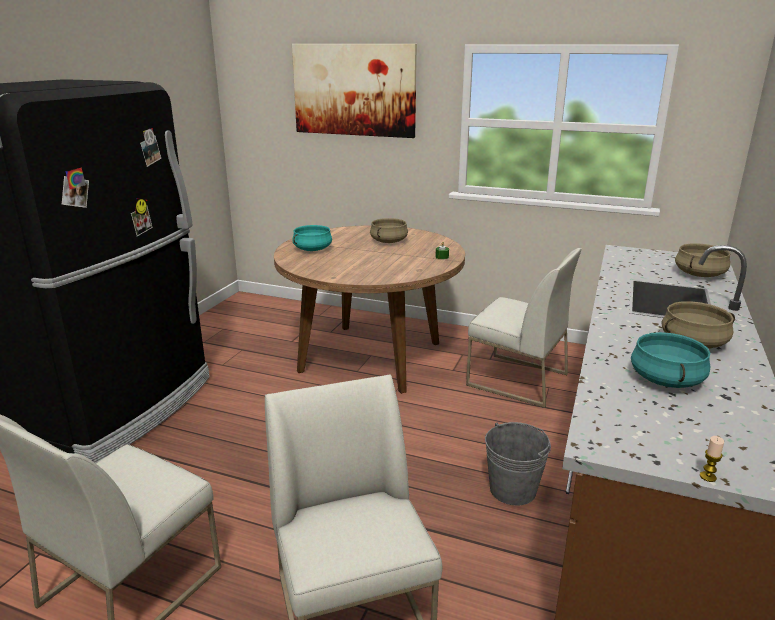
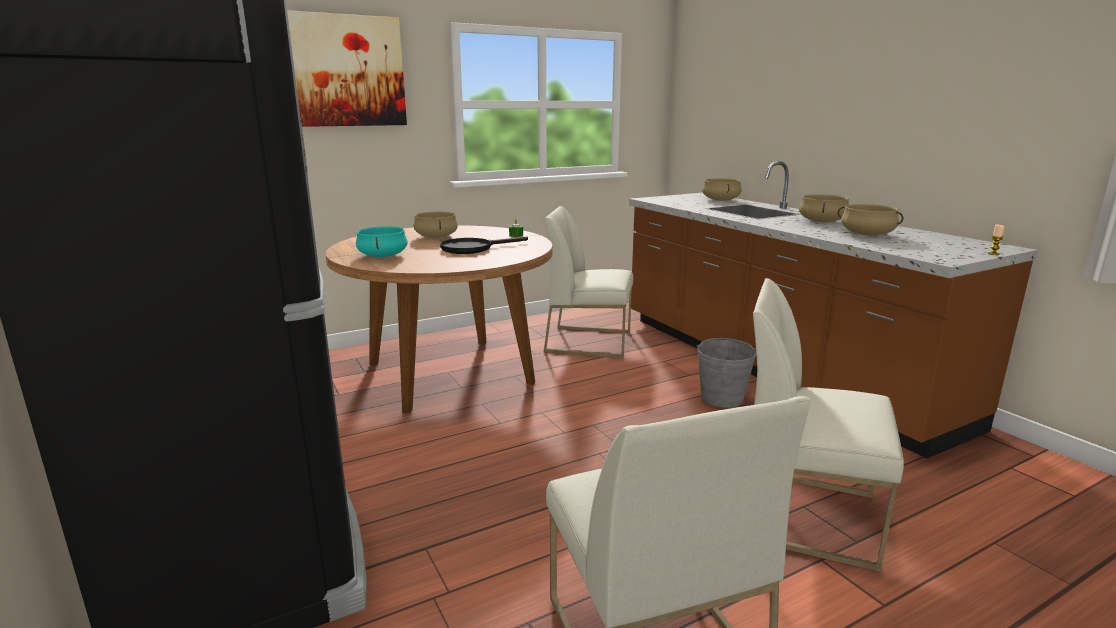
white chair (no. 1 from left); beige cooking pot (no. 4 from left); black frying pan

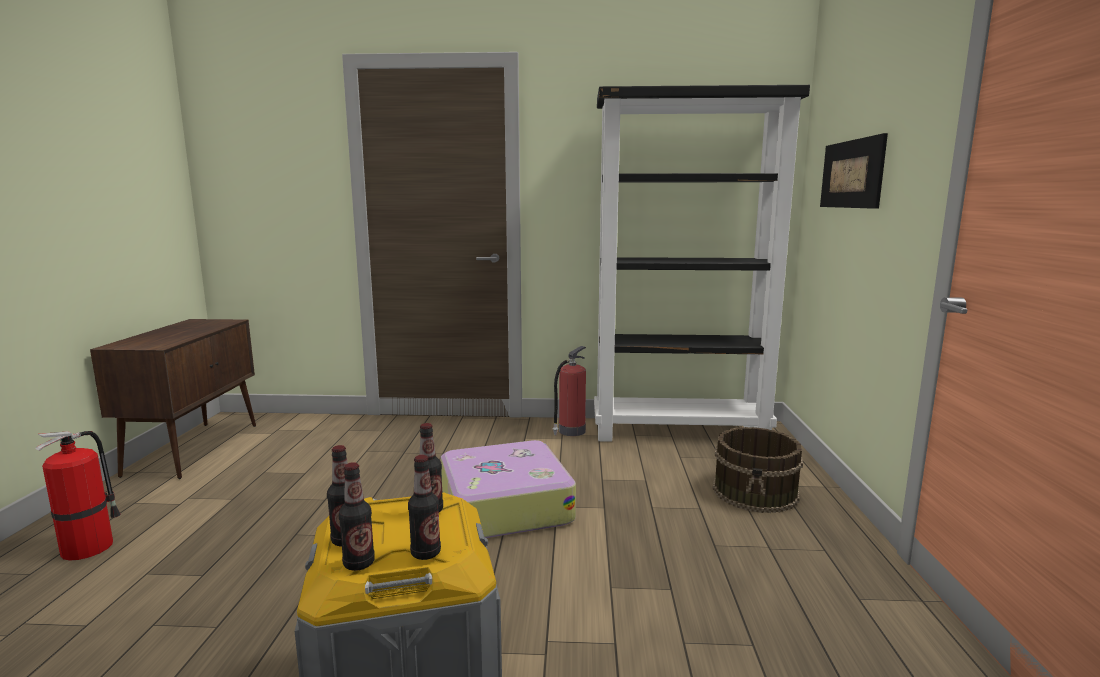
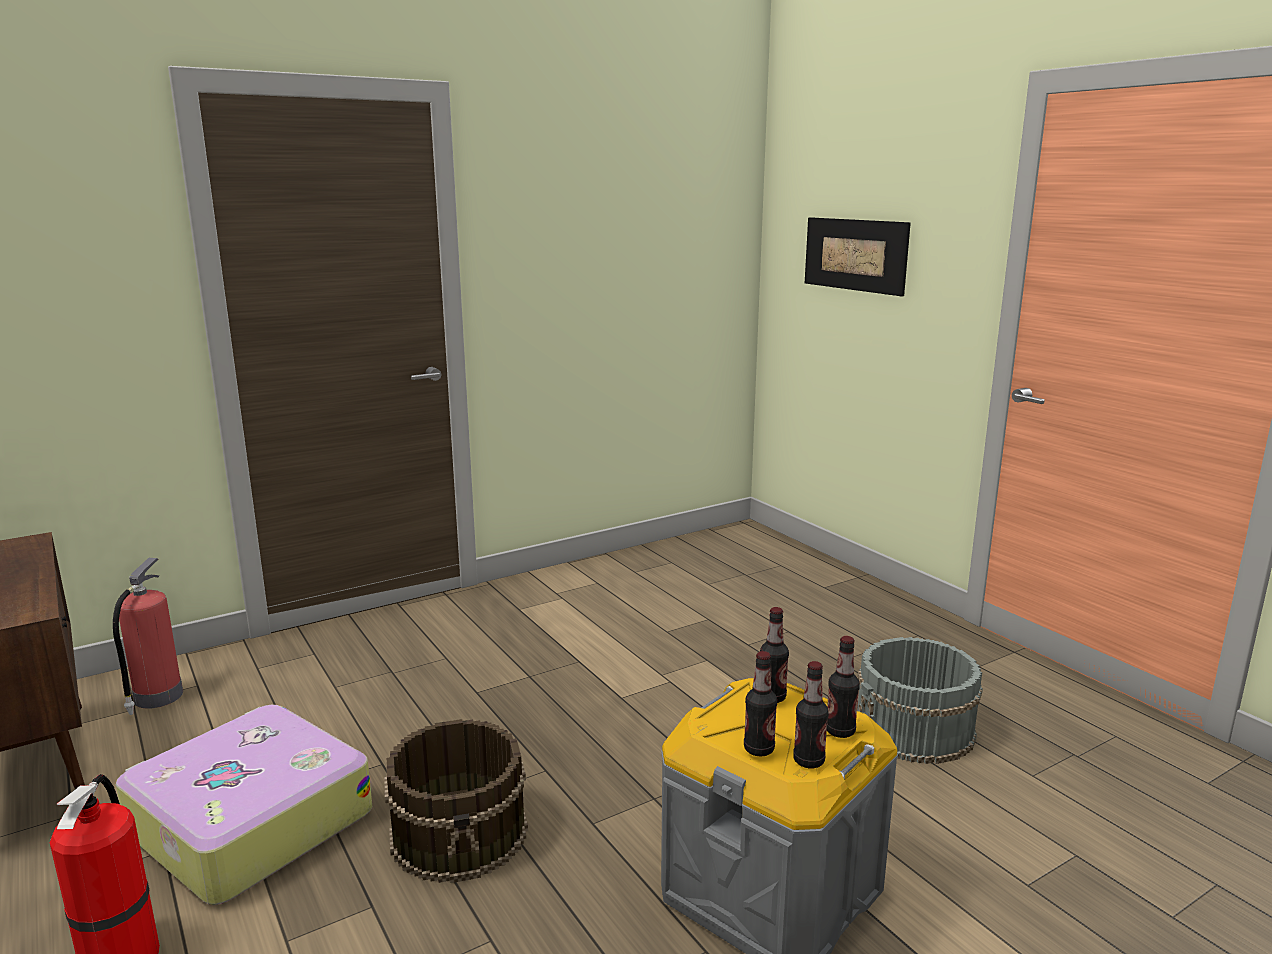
suitcase; fire extinguisher (no. 2 from left); black bookcase; brown bucket; grey bucket

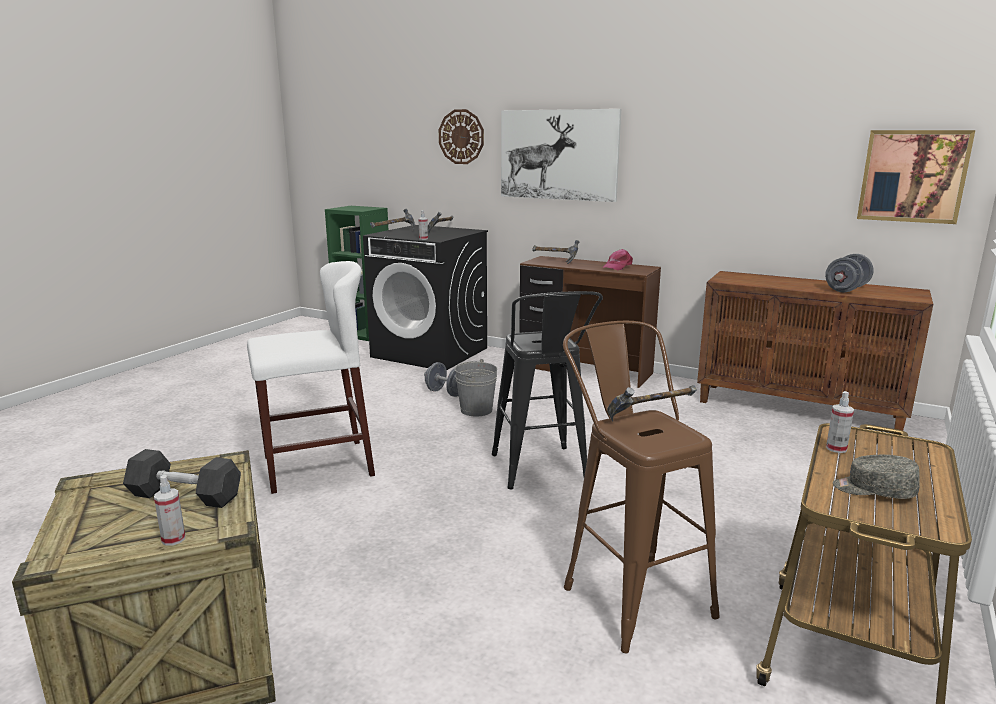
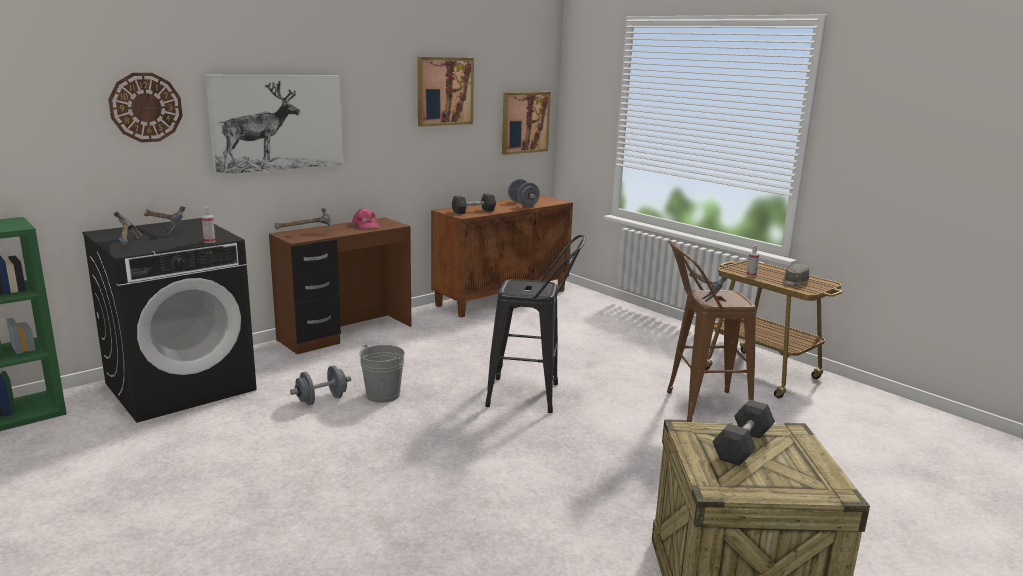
spray bottle (no. 1 from left in the first image); white stool; picture (no. 2 from left); grey dumbbell (no. 2 from left)

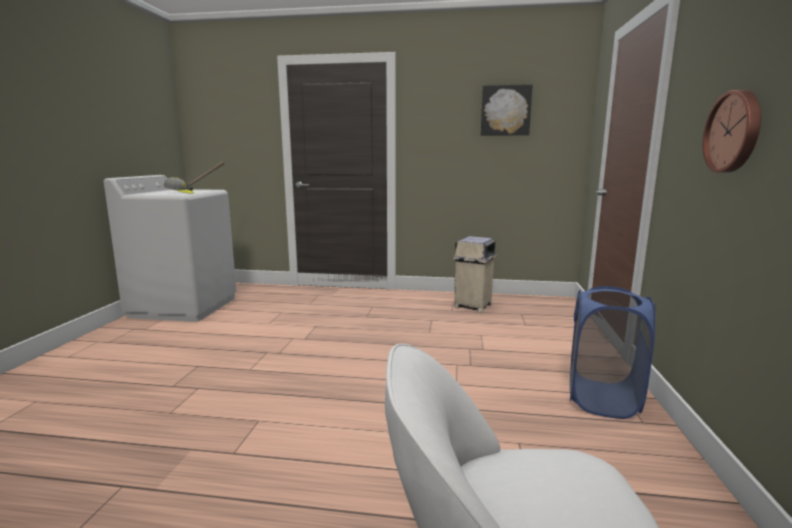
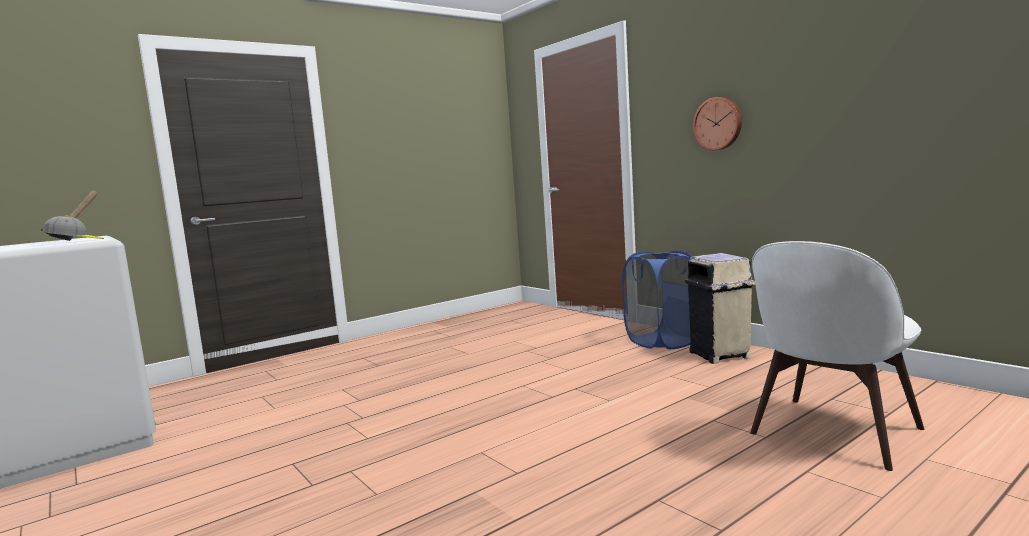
beige trash can; picture

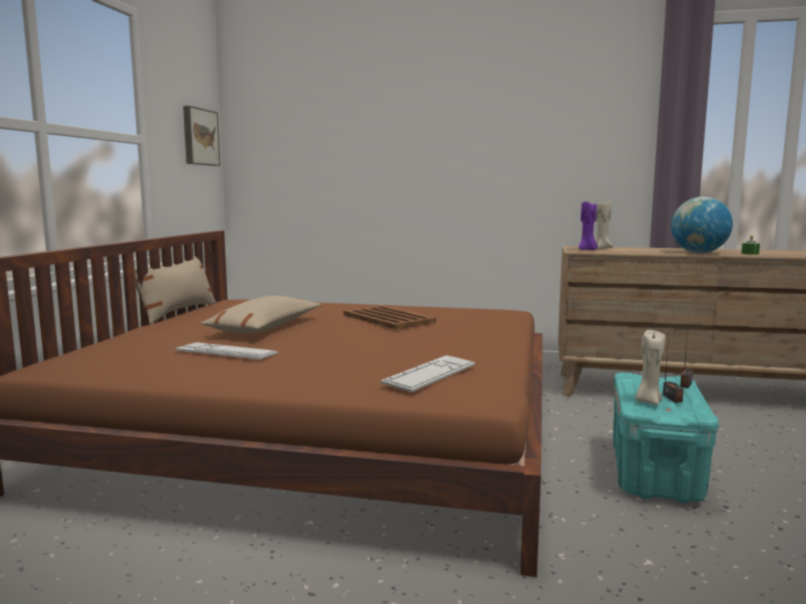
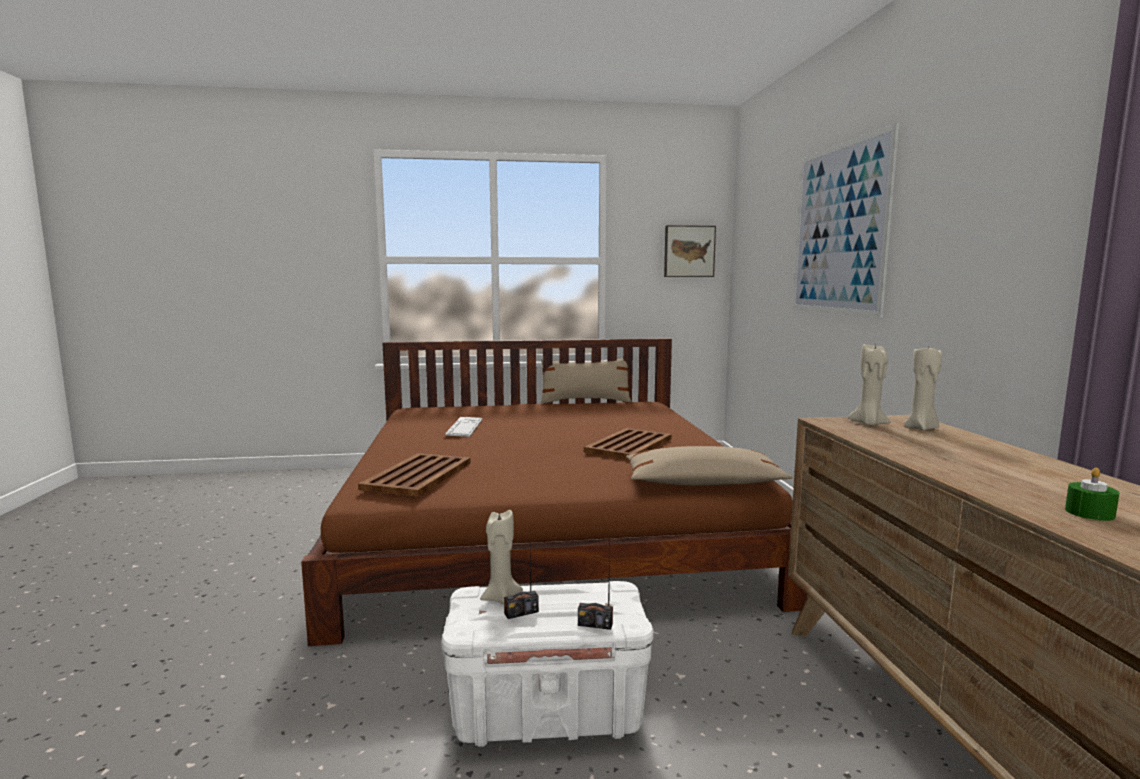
beige pillow (no. 2 from left); brown tray (no. 1 from left); beige candle (no. 2 from left); white storage box; globe; picture (no. 2 from left)

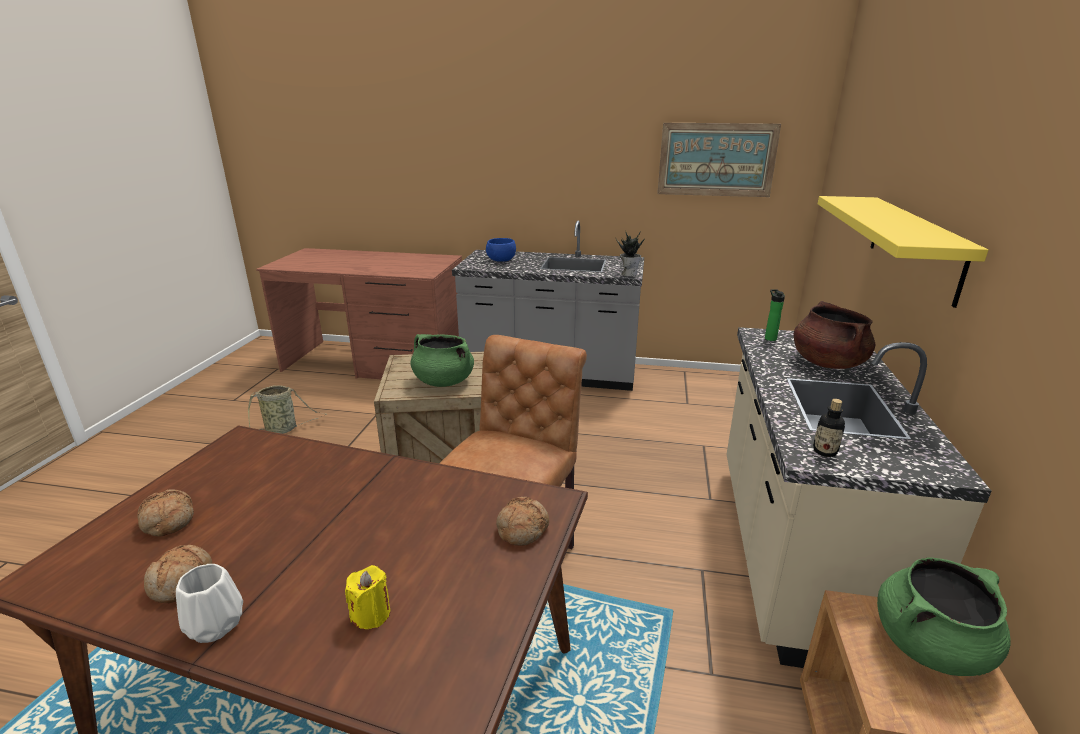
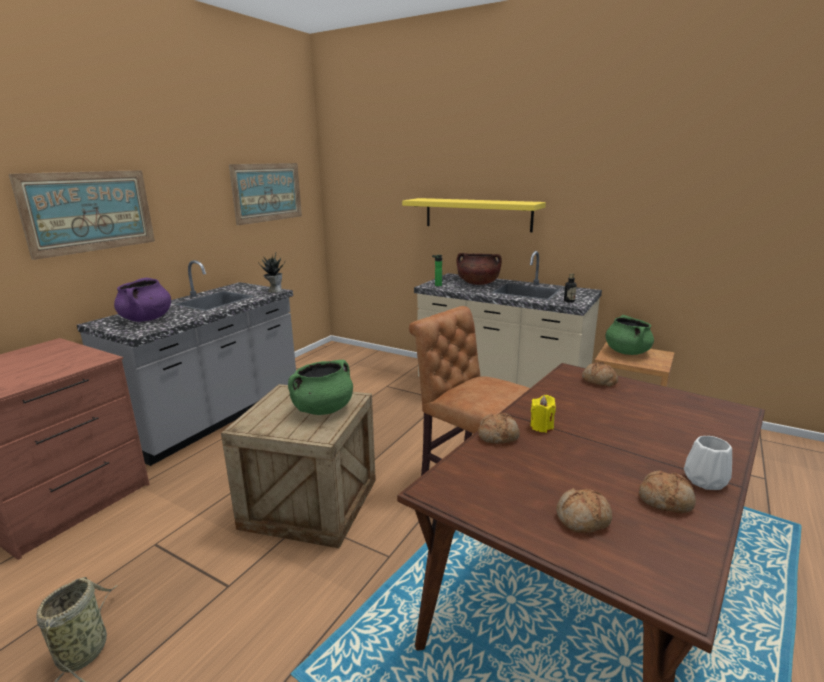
yellow candle; purple cooking pot; picture (no. 1 from left); bread (no. 1 from left)

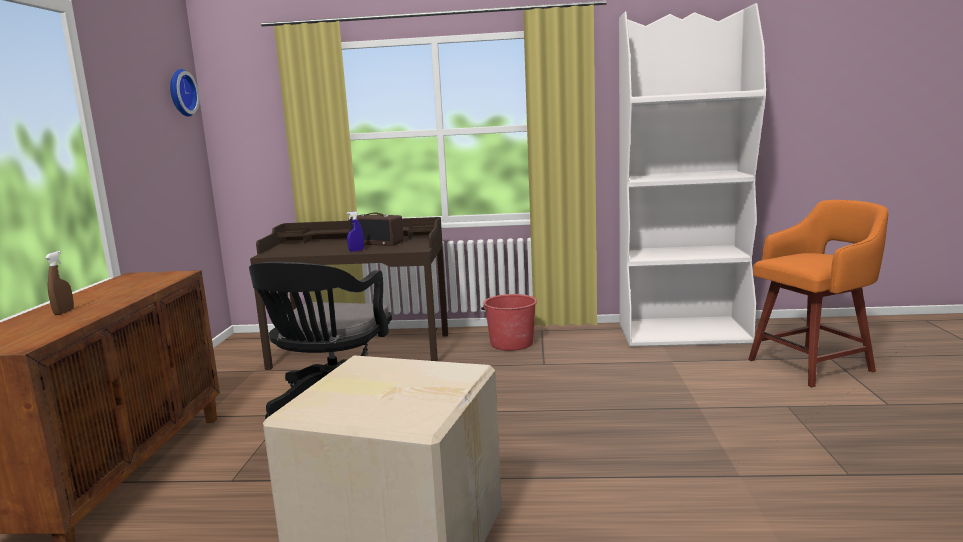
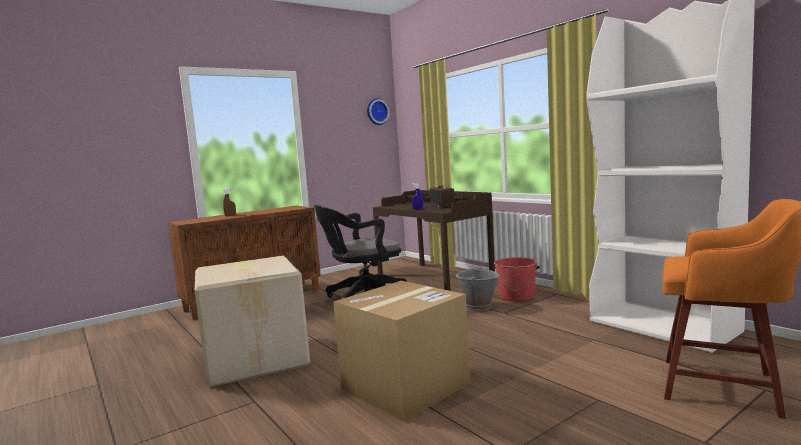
cardboard box (no. 2 from left); grey bucket

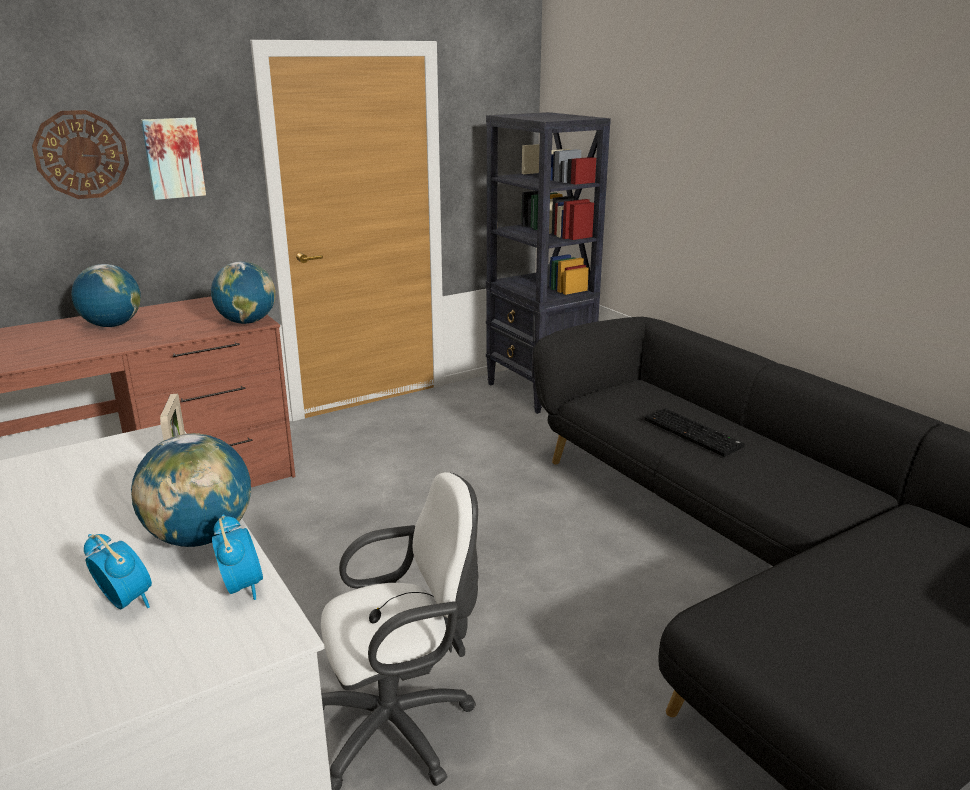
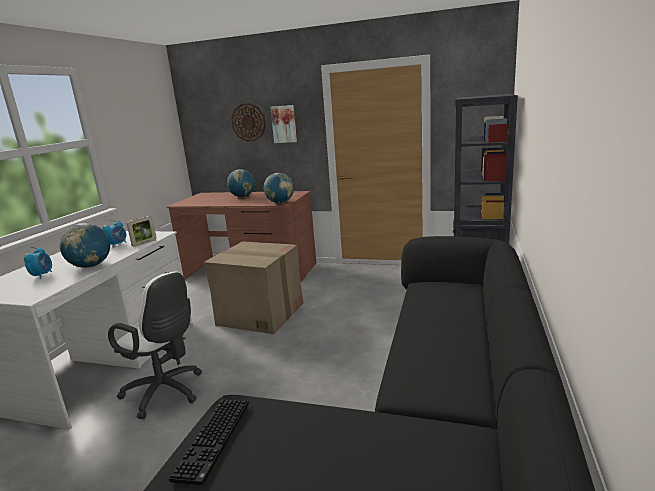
alarm clock (no. 2 from left); keyboard; cardboard box

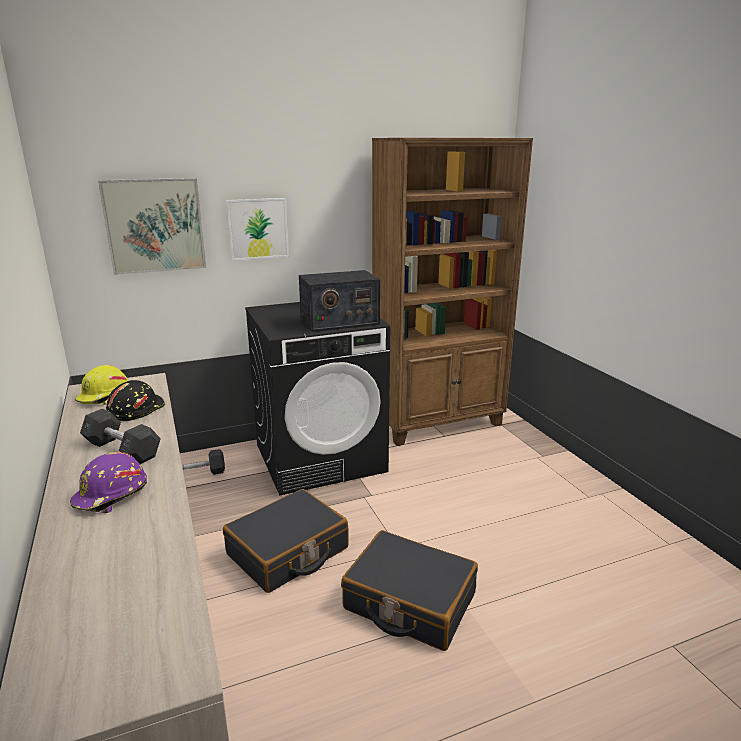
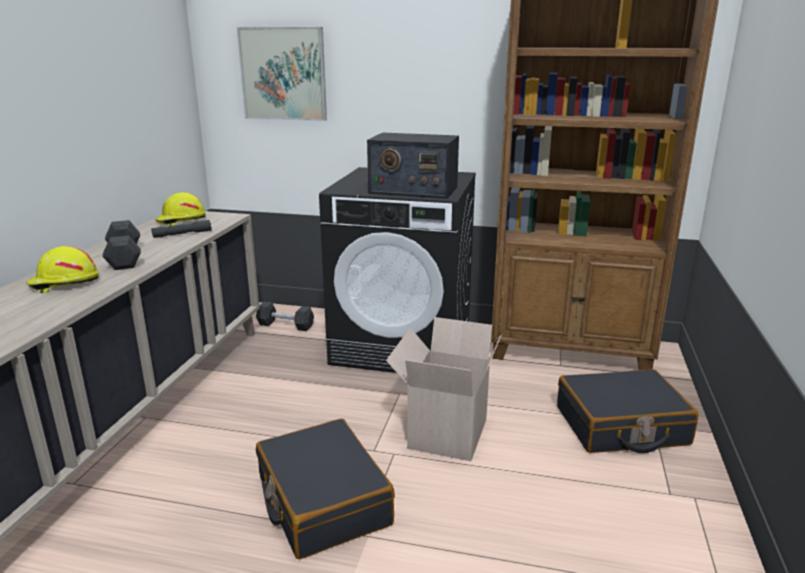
yellow hard hat (no. 1 from left); grey flashlight; black suitcase (no. 2 from left); picture (no. 2 from left in the first image); cardboard box

